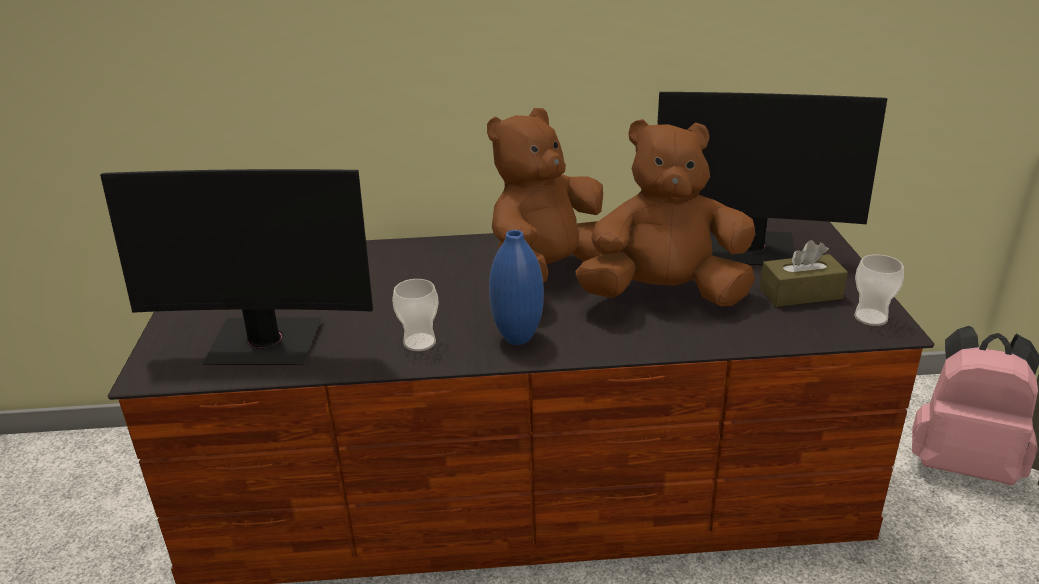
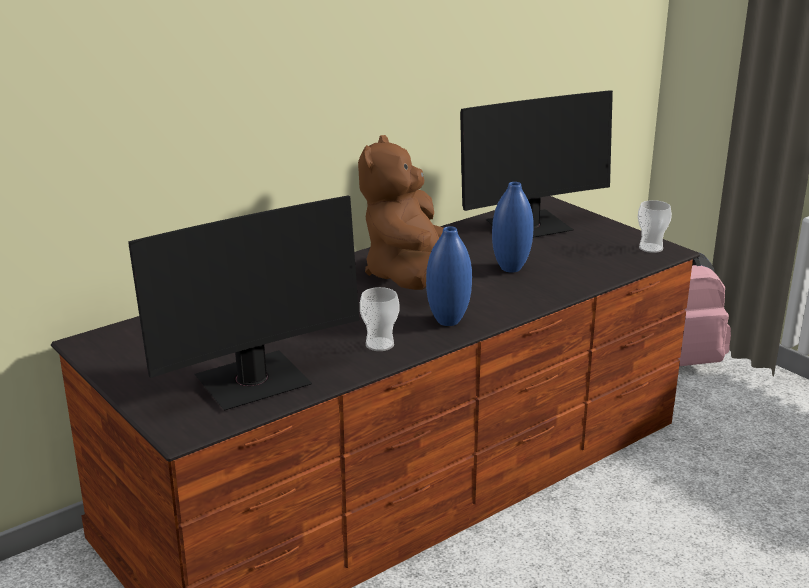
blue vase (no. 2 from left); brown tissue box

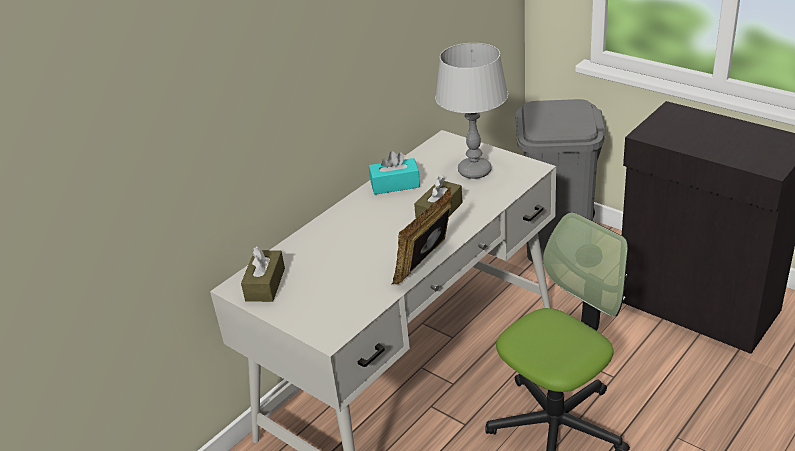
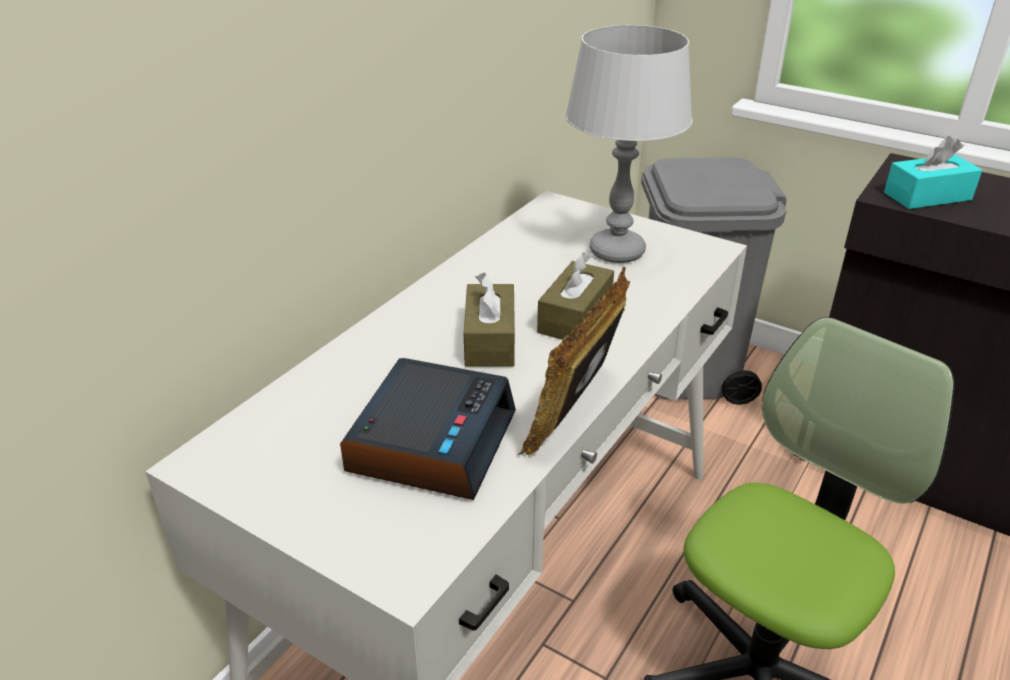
brown tissue box (no. 1 from left); turquoise tissue box; alarm clock

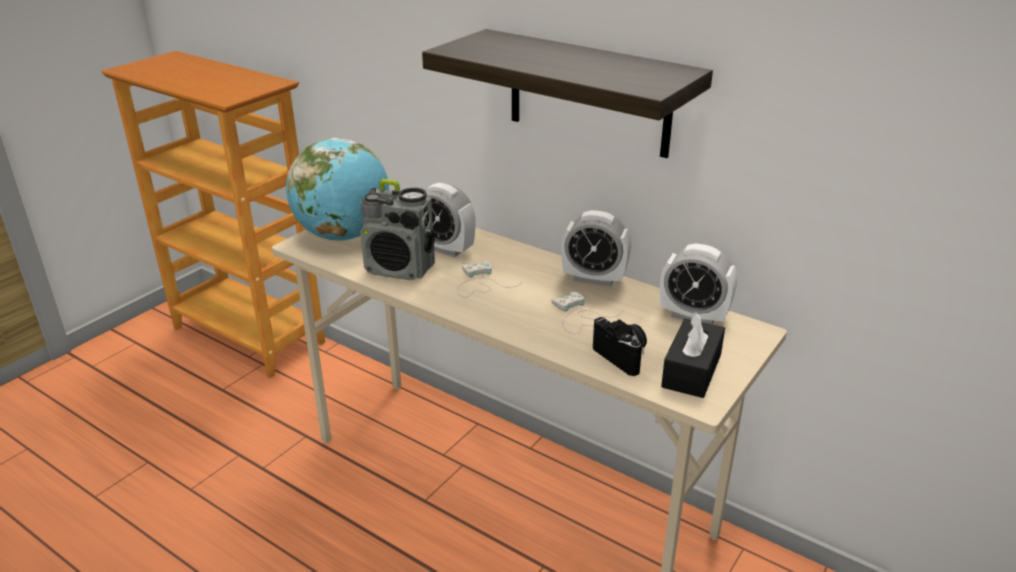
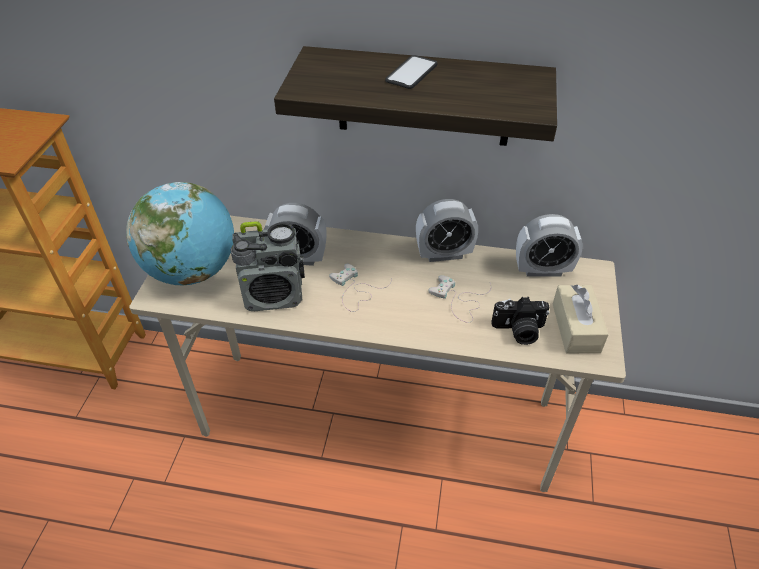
photo camera; beige tissue box; phone

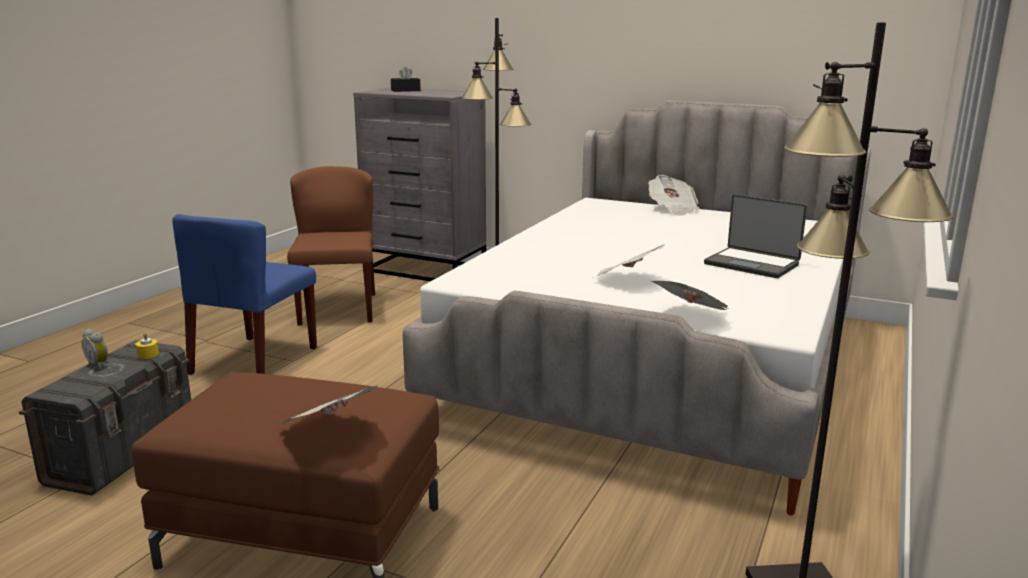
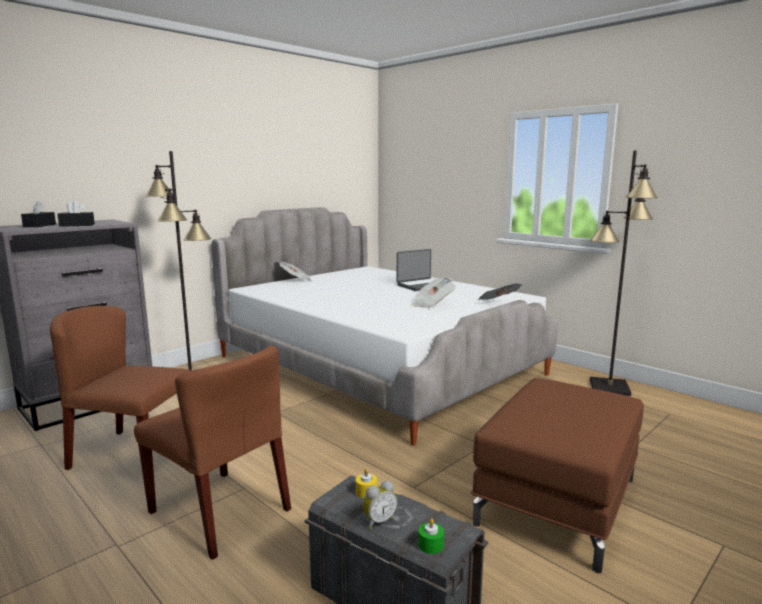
brown chair (no. 2 from left); newspaper (no. 1 from left in the first image); black tissue box (no. 2 from left); green candle

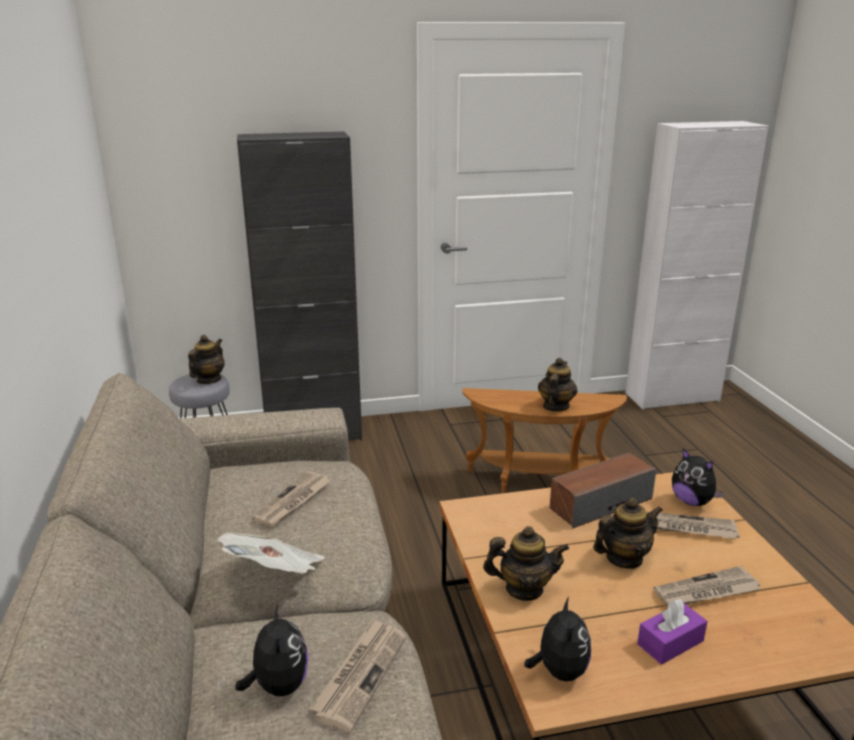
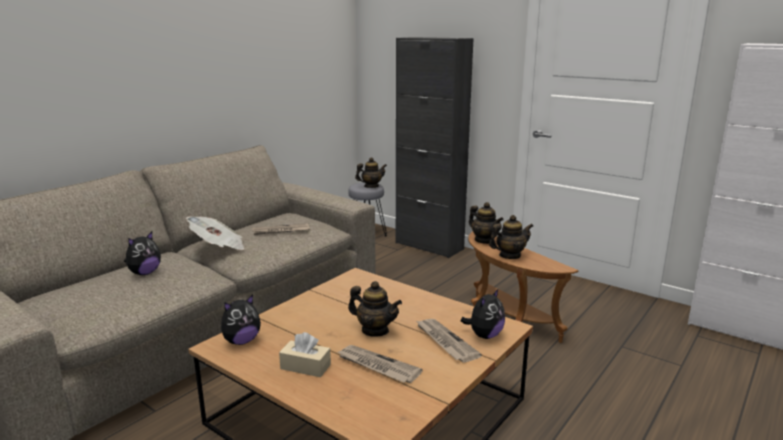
newspaper (no. 3 from left in the first image); teapot (no. 3 from left); speaker; beige tissue box; plush toy (no. 3 from left)

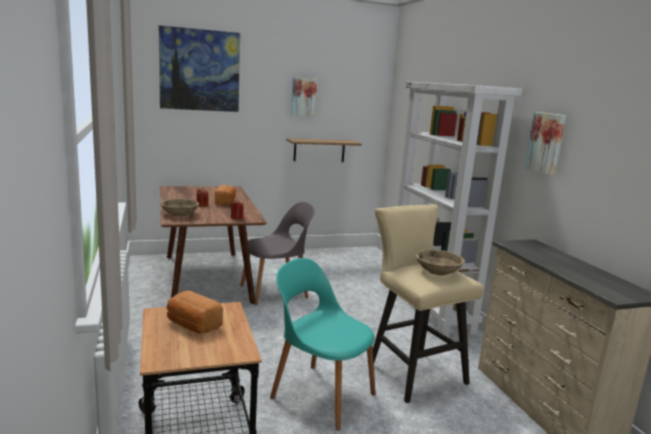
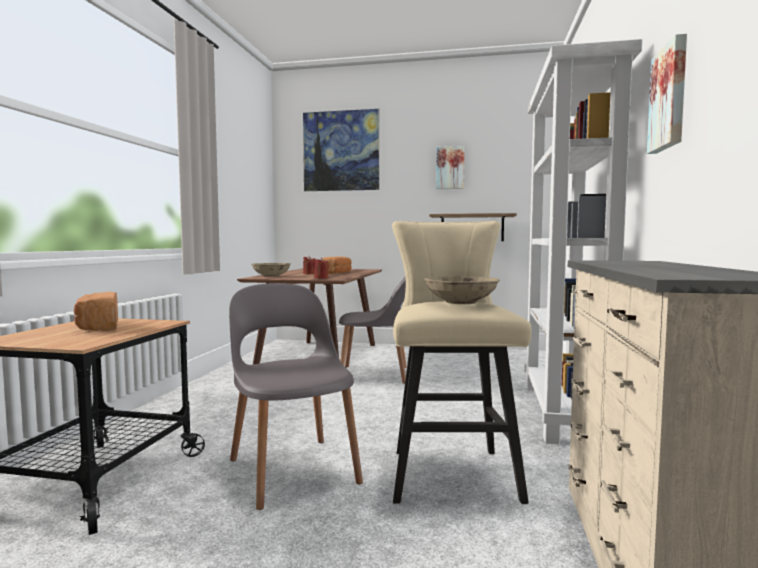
grey chair (no. 1 from left)

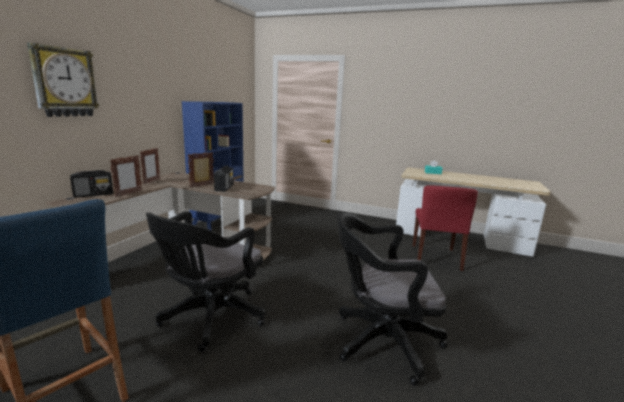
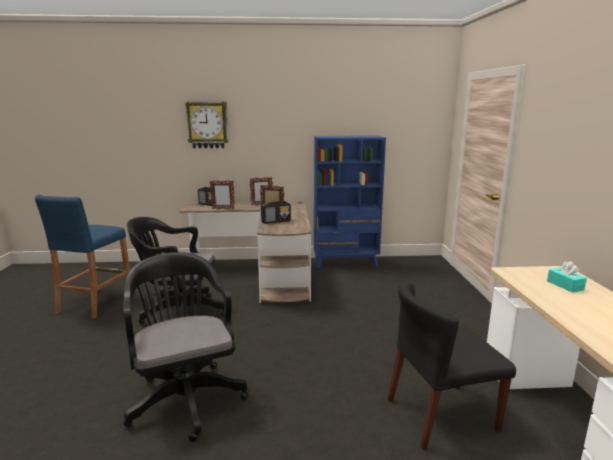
black chair

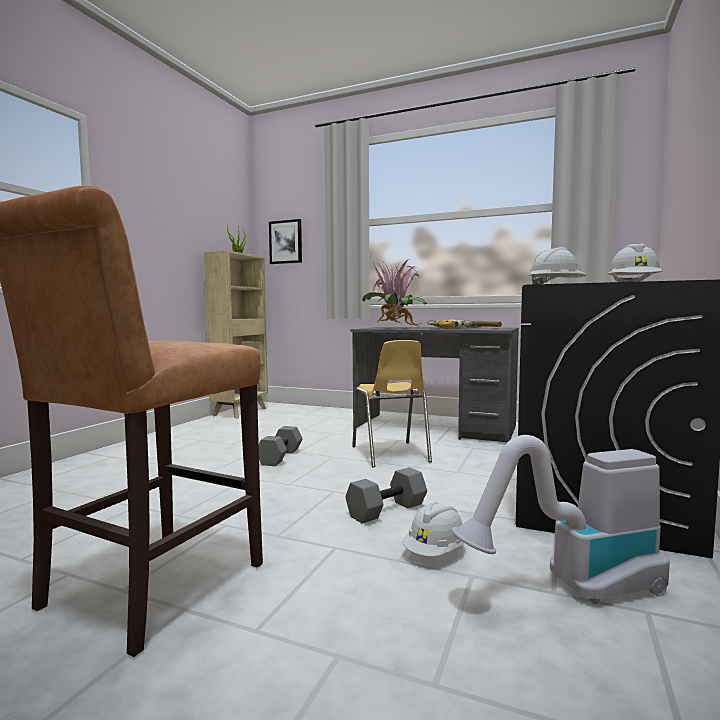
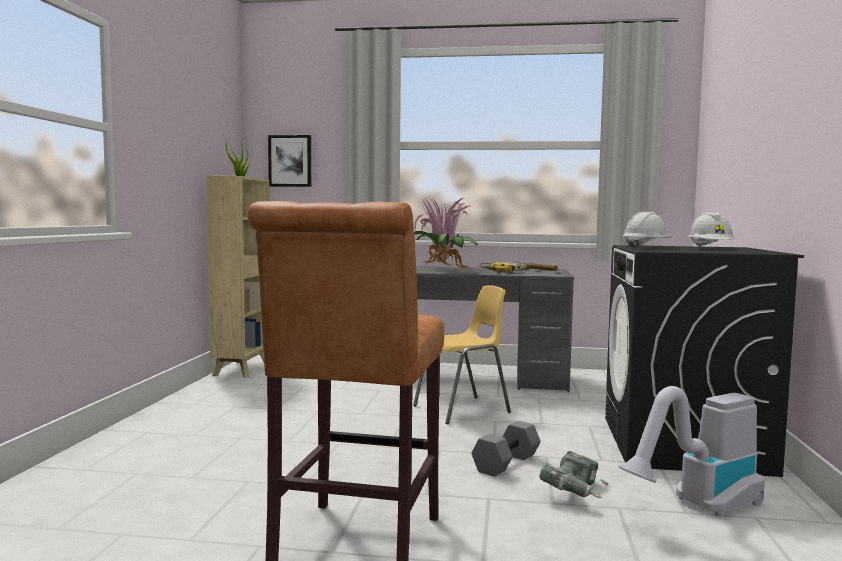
grey dumbbell (no. 1 from left in the first image); yellow chair; power drill (no. 2 from left)

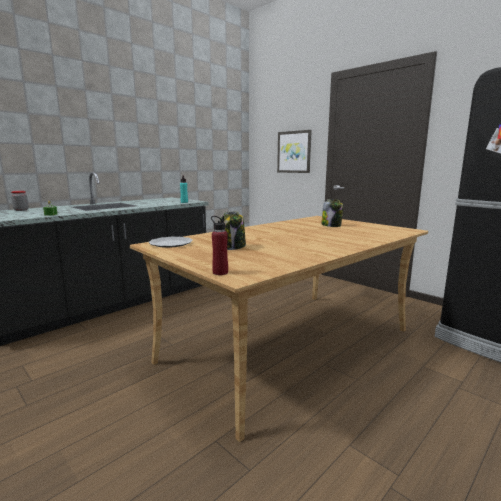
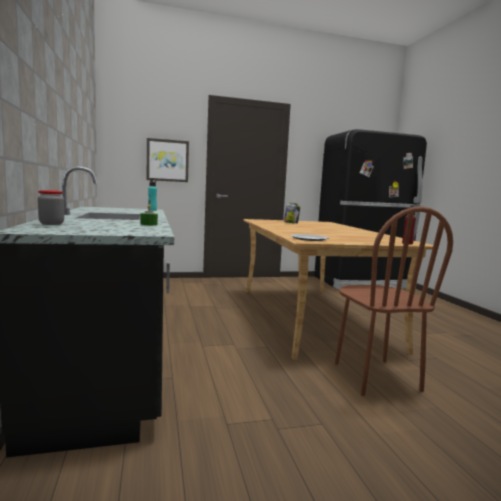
jar (no. 2 from left in the first image); brown chair

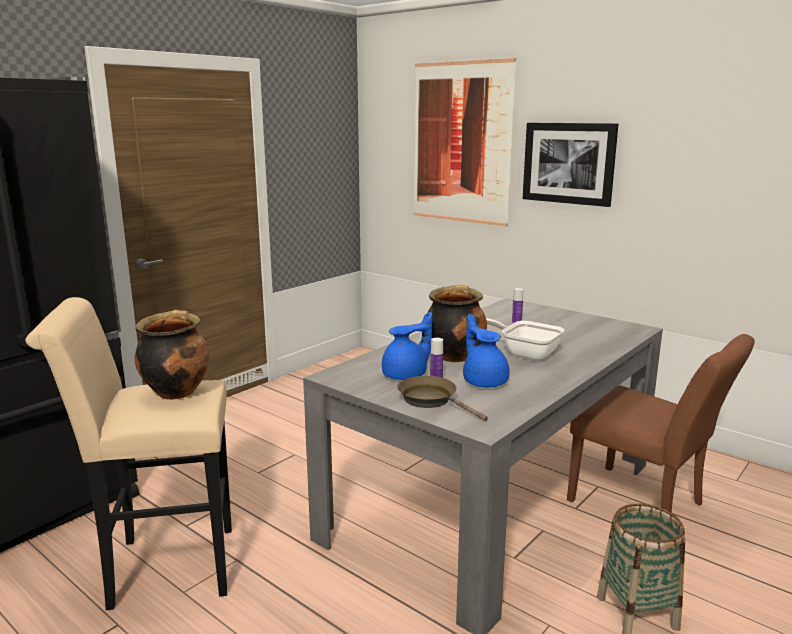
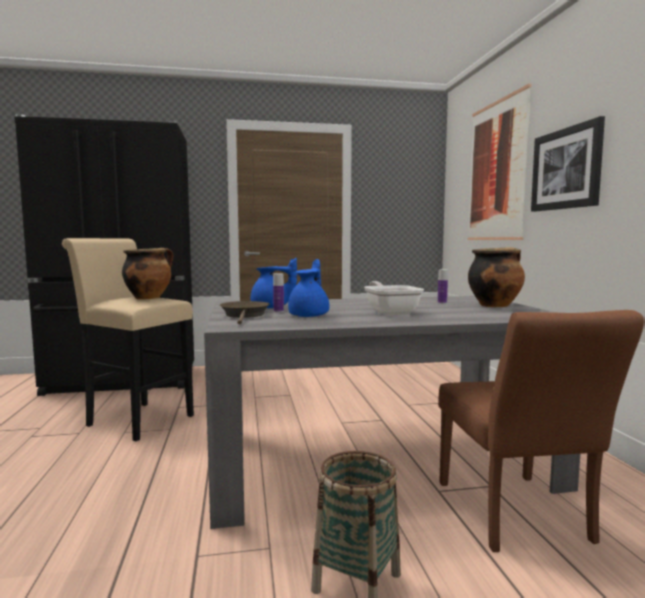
cooking pot (no. 2 from left)

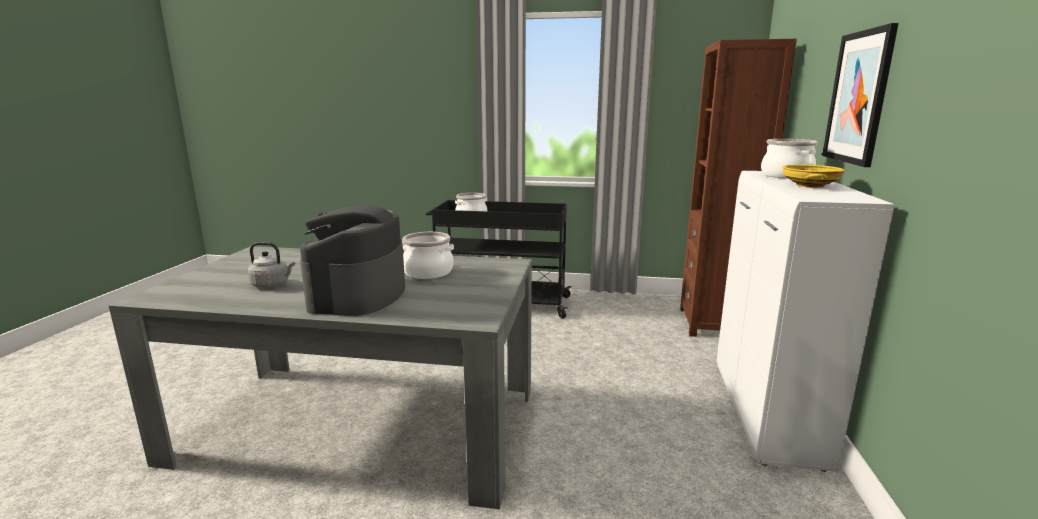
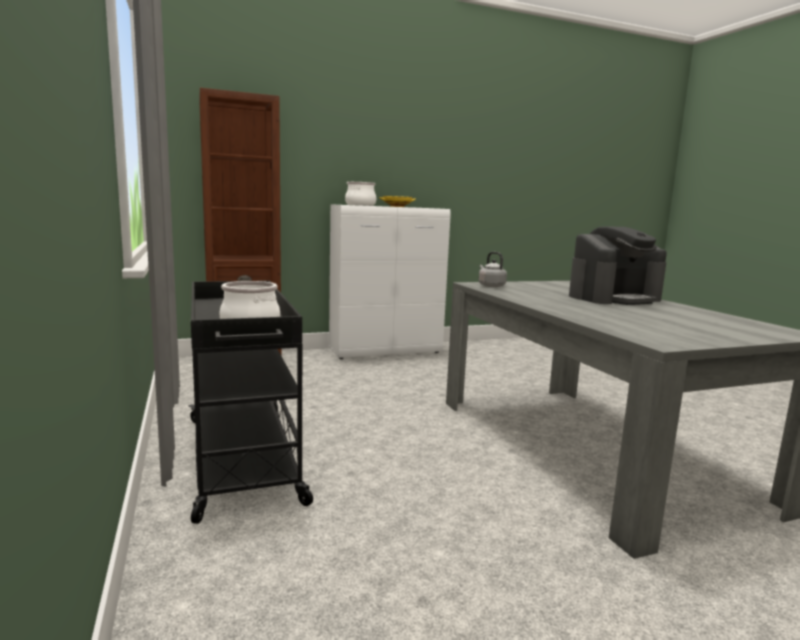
grey kettle; cooking pot (no. 1 from left in the first image); picture

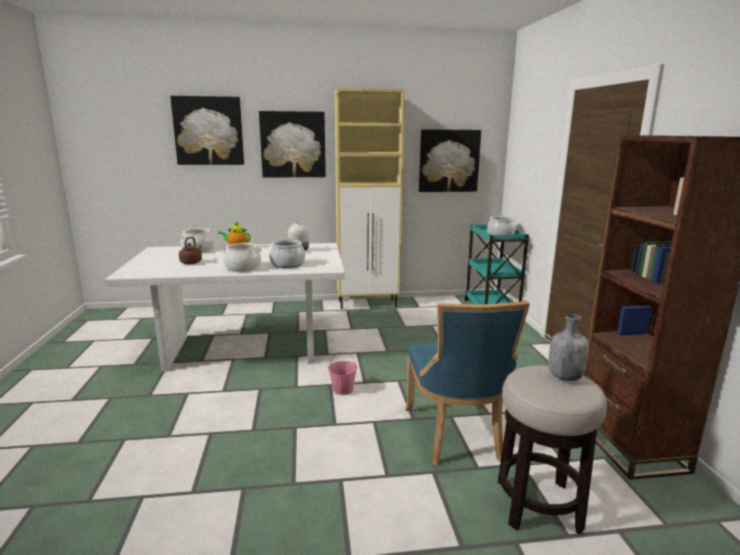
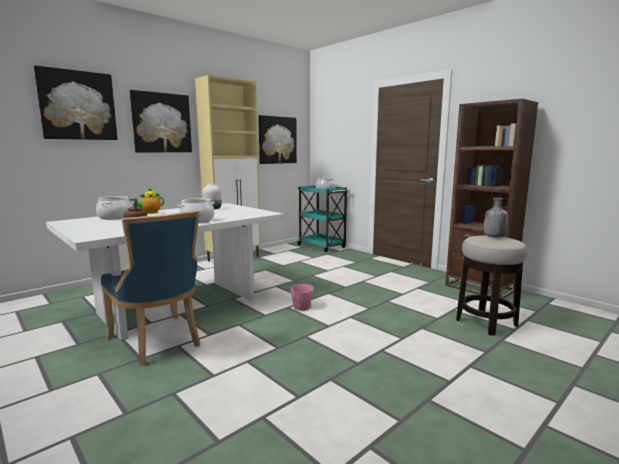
cooking pot (no. 3 from left in the first image); blue chair

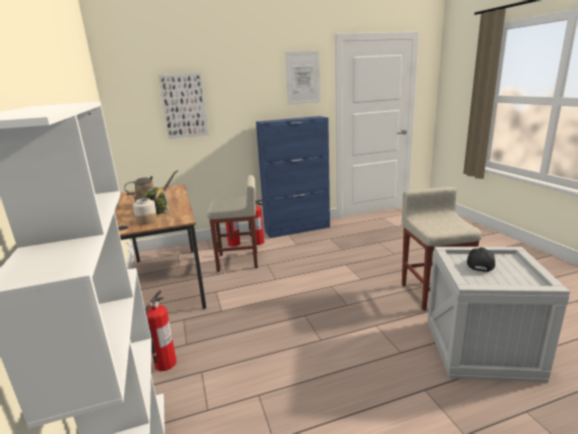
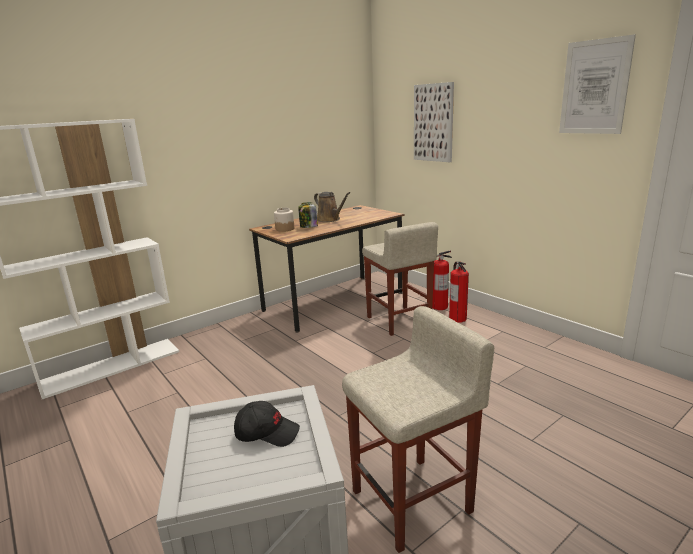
fire extinguisher (no. 1 from left in the first image); blue cabinet

